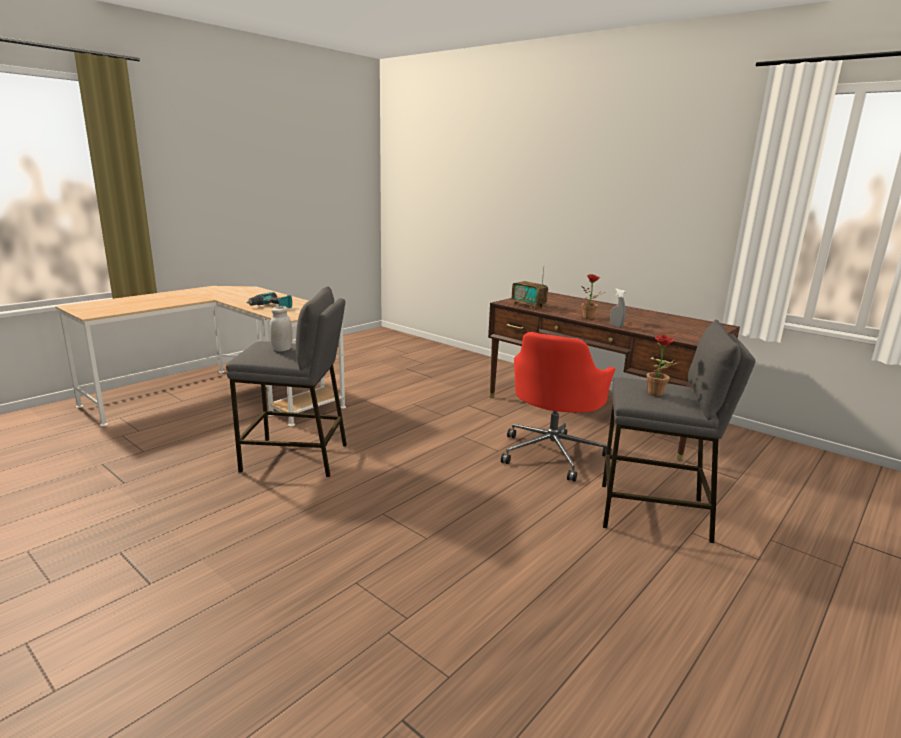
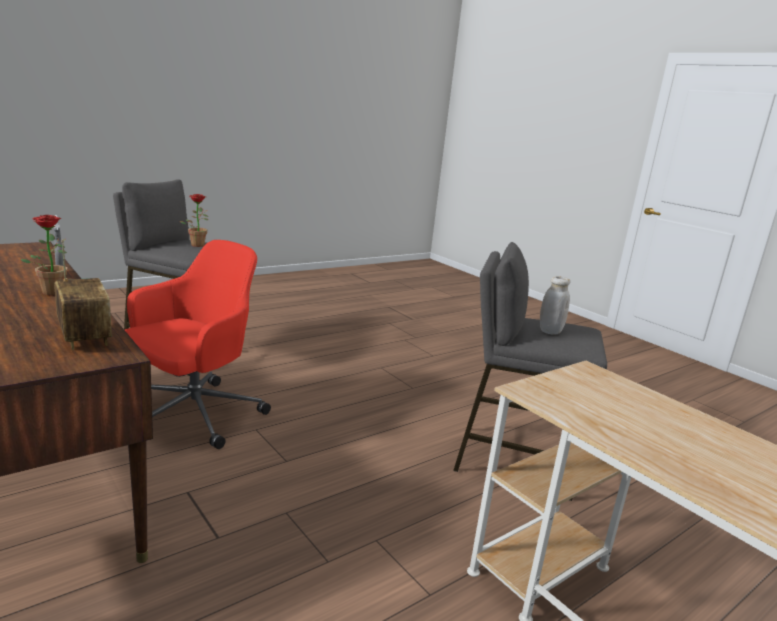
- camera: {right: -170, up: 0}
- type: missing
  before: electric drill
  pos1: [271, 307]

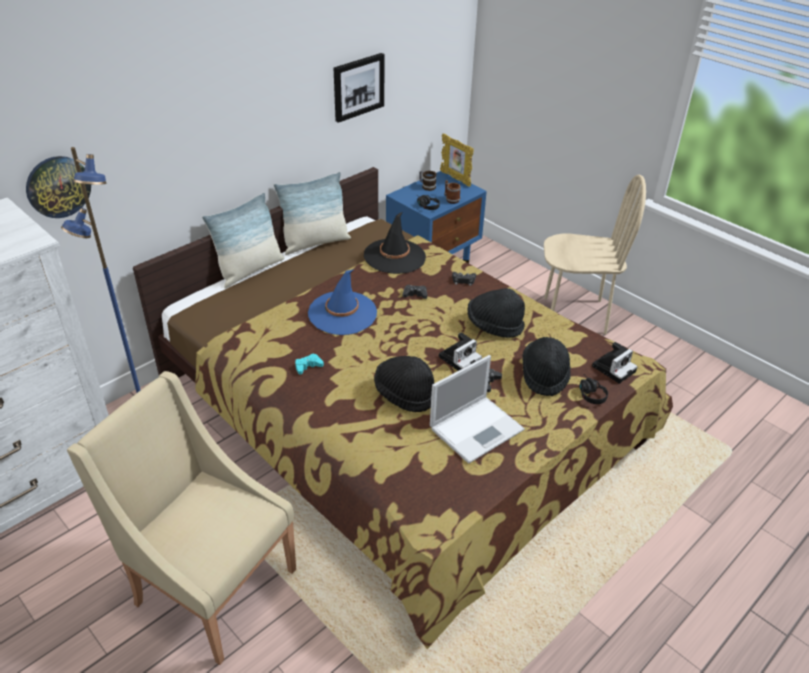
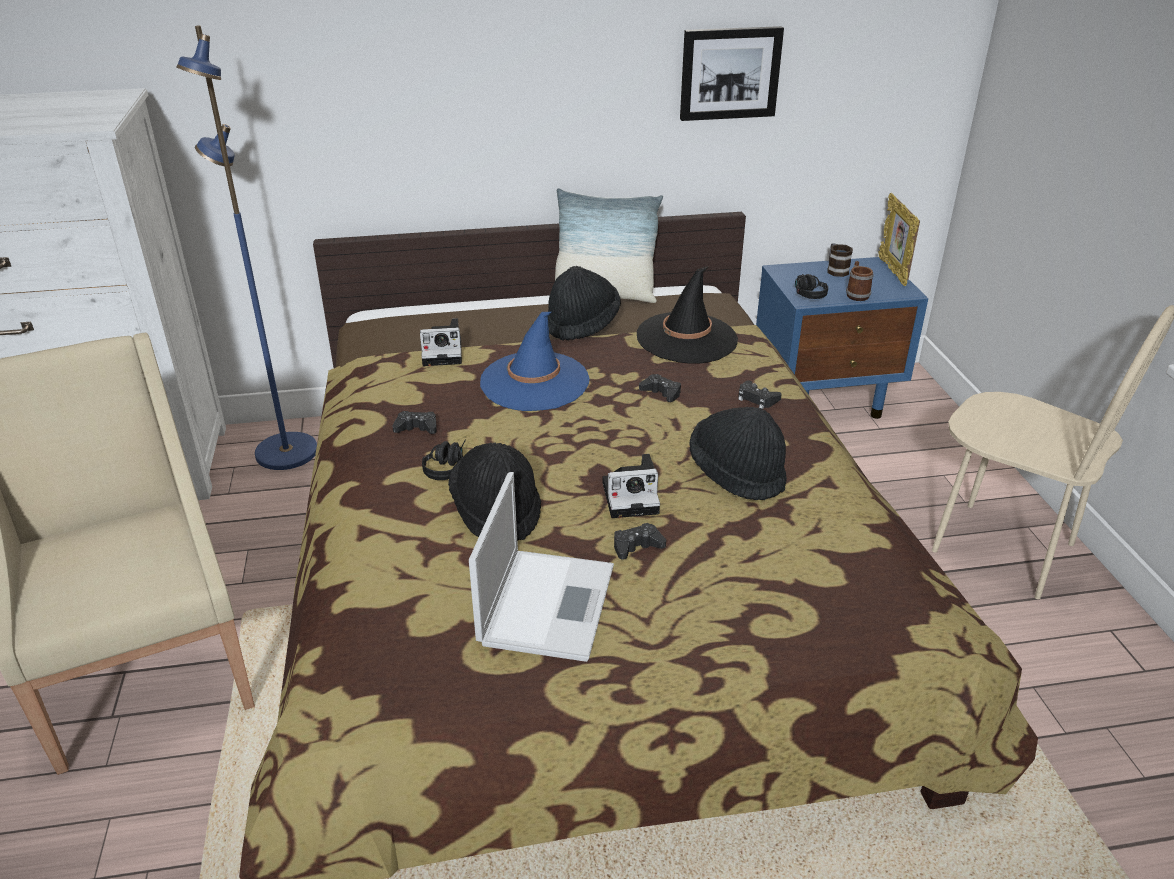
- camera: {right: 35, up: -5}
- type: missing
  before: hanging clock
  pos1: [58, 186]
- type: missing
  before: pillow
  pos1: [250, 270]
- type: colour
  before: blue-green joypad
  after: black-coloured joypad
  pos1: [308, 366]
  pos2: [417, 428]
- type: spun
  before: portable computer
  pos1: [477, 428]
  pos2: [547, 602]
  turn: -75
- type: relocated
  before: black-coloured hat
  pos1: [544, 375]
  pos2: [582, 324]
- type: relocated
  before: black-coloured headset
  pos1: [589, 393]
  pos2: [447, 466]
- type: relocated
  before: photo camera
  pos1: [614, 368]
  pos2: [444, 352]

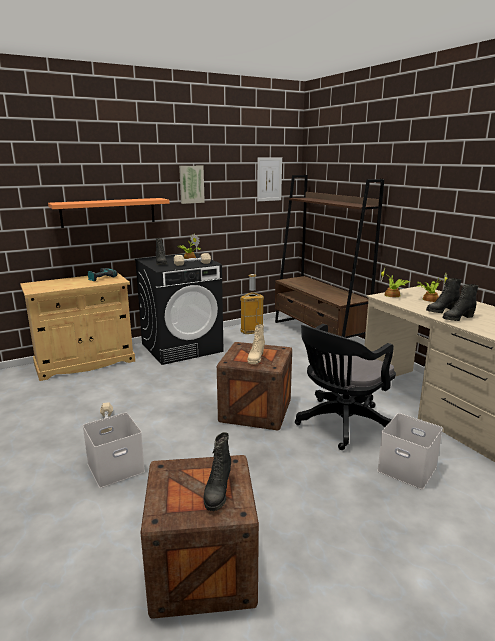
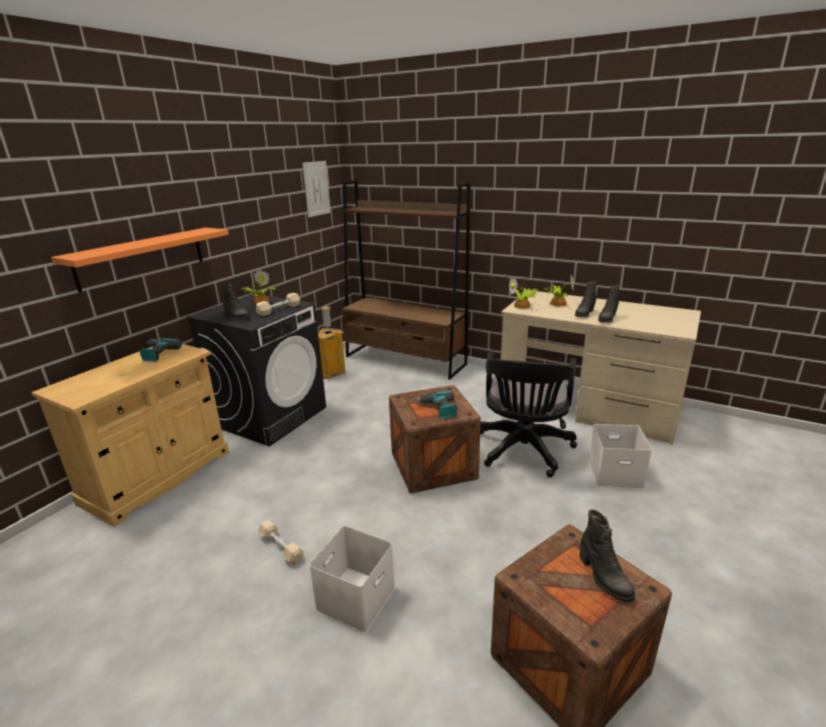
- camera: {right: -30, up: 5}
- type: missing
  before: wall picture
  pos1: [191, 184]
- type: exchanged
  before: beige boot
  after: electric drill
  pos1: [255, 359]
  pos2: [439, 409]

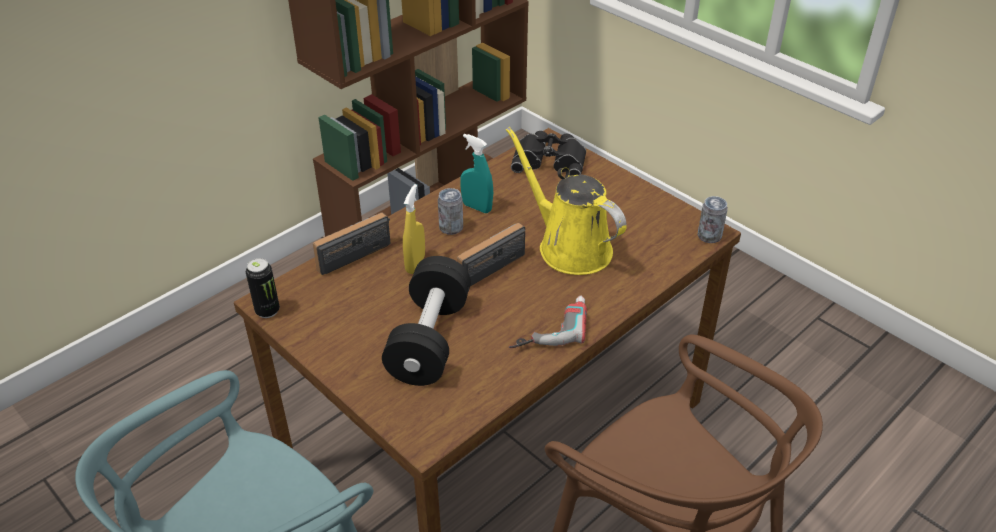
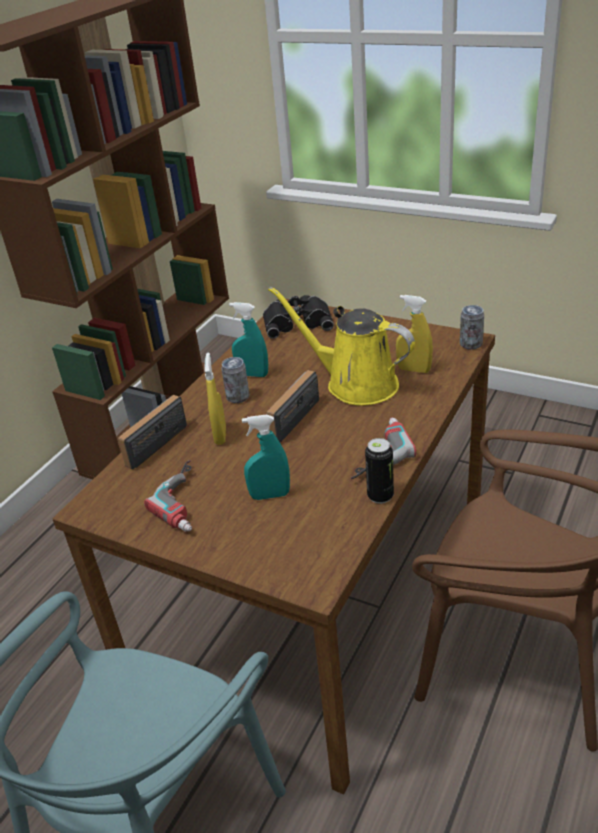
- camera: {right: -15, up: -5}
- type: relocated
  before: metal can
  pos1: [267, 311]
  pos2: [380, 496]
- type: exchanged
  before: black-coloured free weight
  after: blue-green sprayer
  pos1: [429, 340]
  pos2: [270, 495]
- type: appeared
  after: electric drill
  pos2: [189, 500]
- type: appeared
  after: yellow sprayer
  pos2: [414, 370]

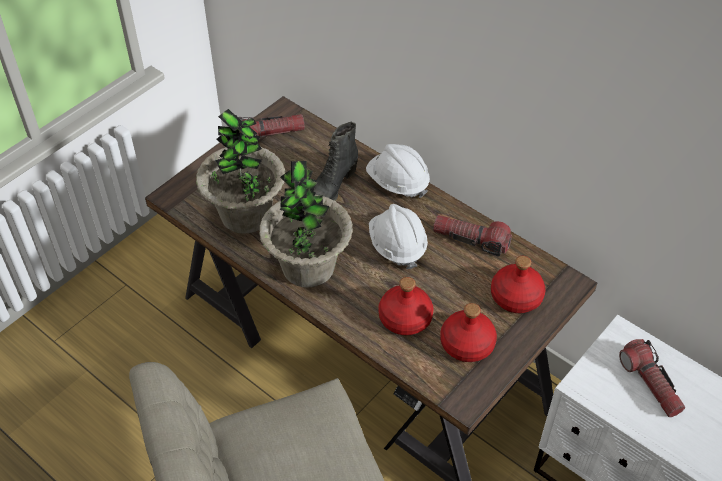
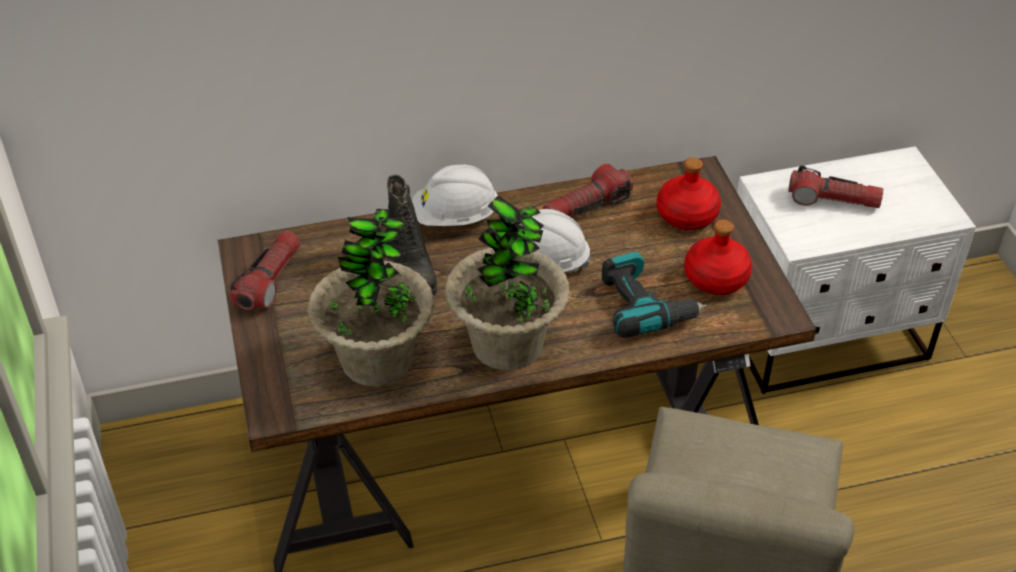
- camera: {right: -55, up: -5}
- type: exchanged
  before: reddish beverage bottle
  after: electric drill
  pos1: [404, 318]
  pos2: [645, 305]

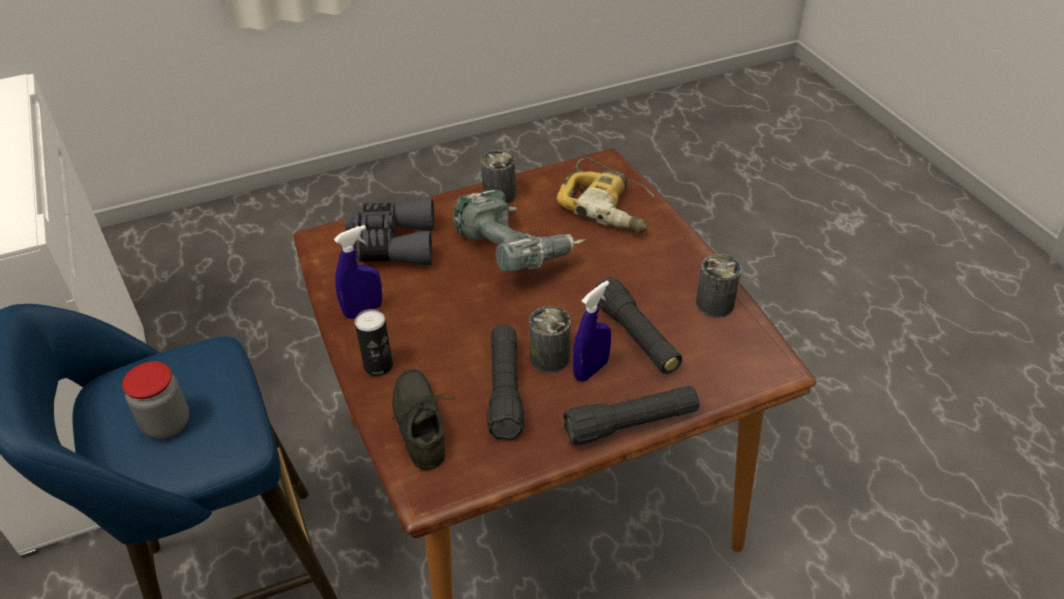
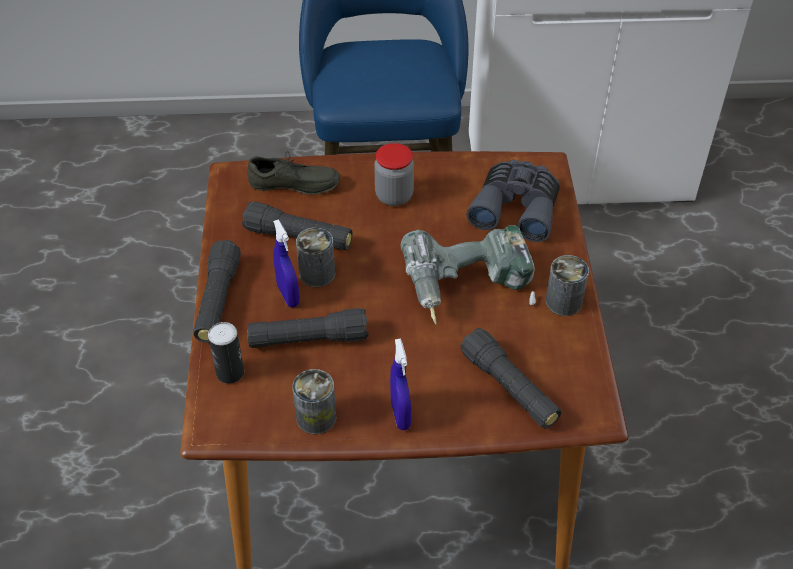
- camera: {right: 110, up: 5}
- type: relocated
  before: jar
  pos1: [167, 424]
  pos2: [394, 196]
- type: relocated
  before: bluish sprayer
  pos1: [363, 310]
  pos2: [400, 414]
- type: relocated
  before: metal can
  pos1: [378, 366]
  pos2: [230, 372]
- type: exchanged
  before: electric drill
  after: black-coloured hand torch
  pos1: [609, 206]
  pos2: [509, 388]

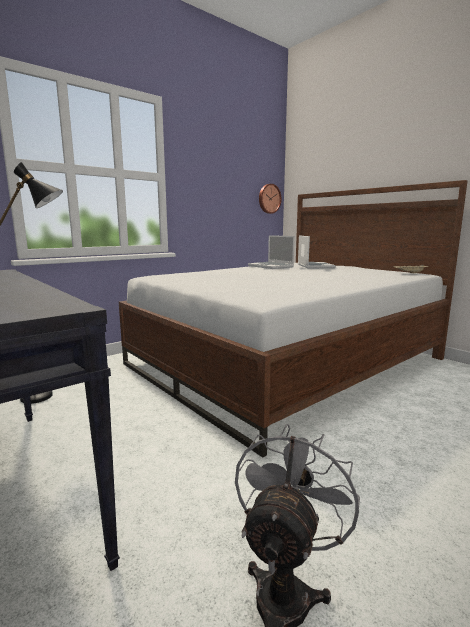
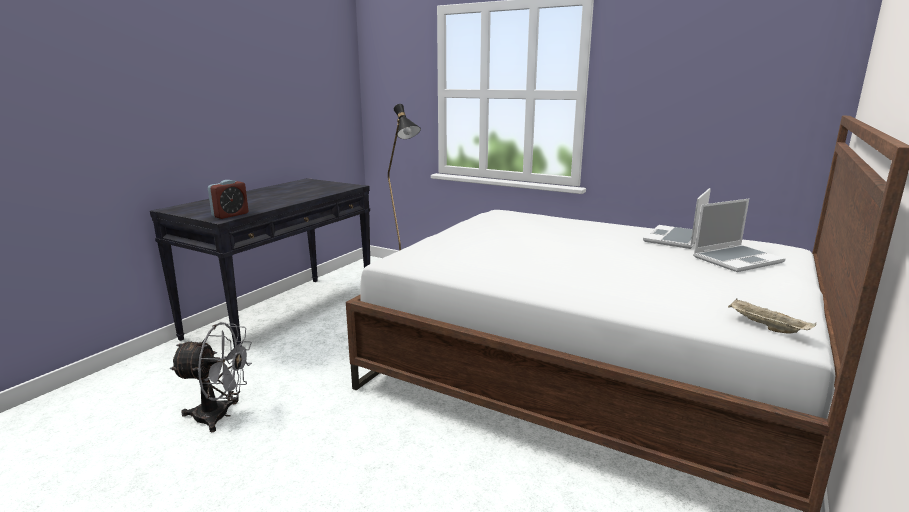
- camera: {right: 70, up: 5}
- type: missing
  before: hanging clock
  pos1: [269, 198]
- type: appeared
  after: bedside clock
  pos2: [230, 215]

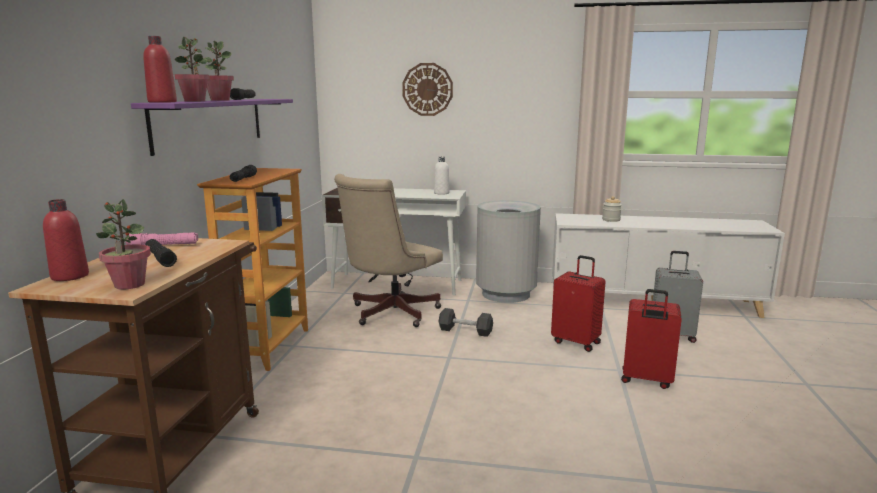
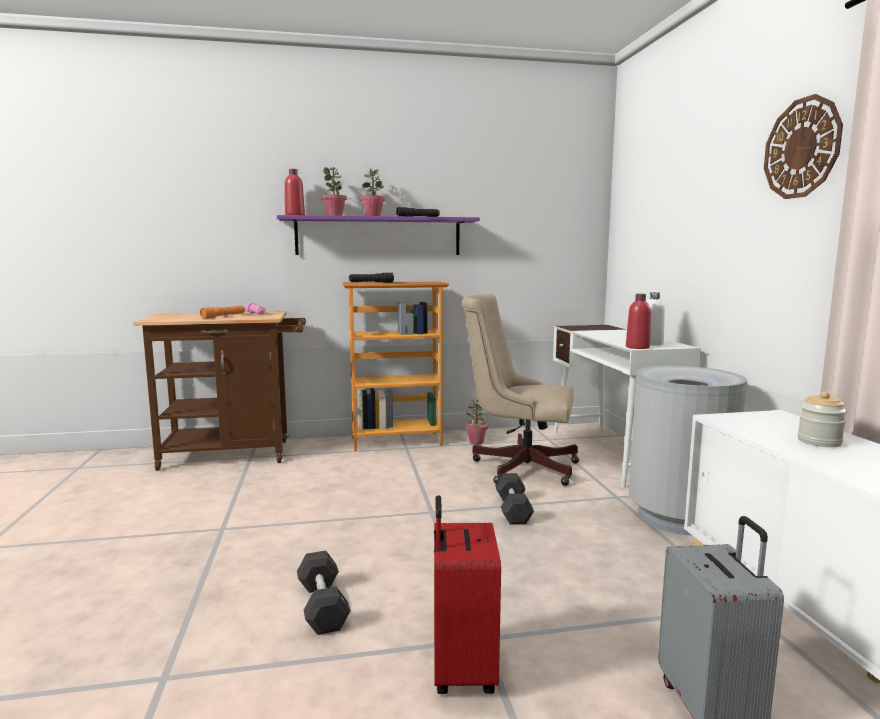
- camera: {right: 70, up: -5}
- type: relocated
  before: reddish beverage bottle
  pos1: [70, 276]
  pos2: [637, 347]
- type: relocated
  before: plant in a pot
  pos1: [129, 285]
  pos2: [476, 442]
- type: colour
  before: black-coloured hand torch
  after: orange-coloured hand torch
  pos1: [160, 258]
  pos2: [223, 316]
- type: relocated
  before: hanging clock
  pos1: [427, 89]
  pos2: [802, 148]
- type: missing
  before: reddish piece of luggage
  pos1: [576, 342]
- type: appeared
  after: black-coloured free weight
  pos2: [322, 606]

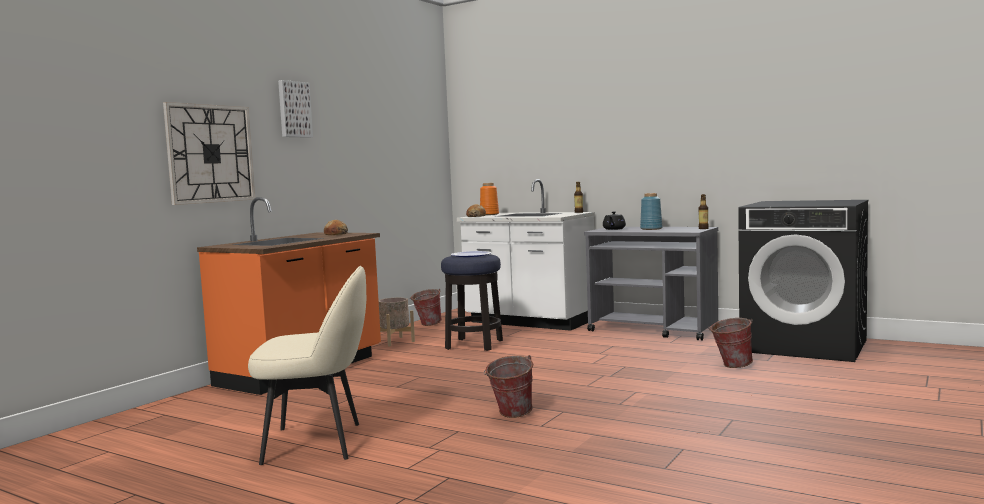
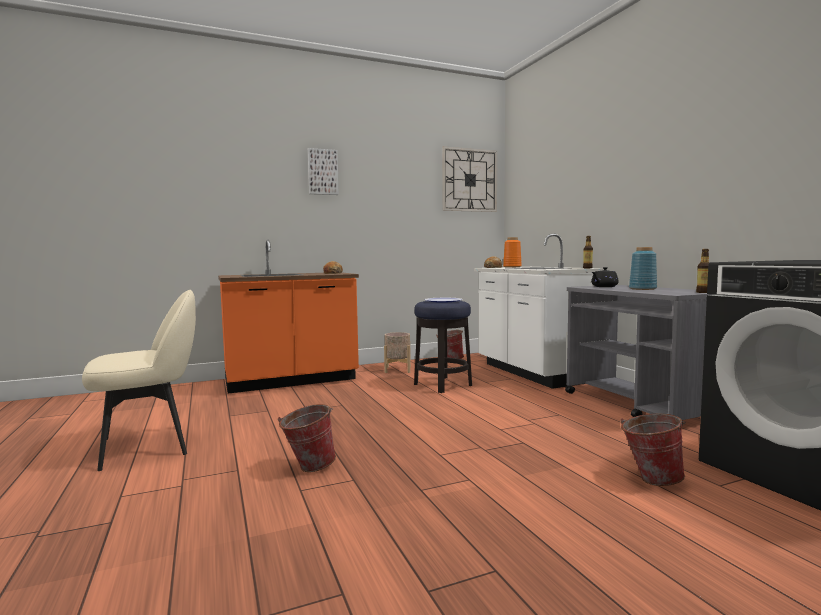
- camera: {right: 35, up: 0}
- type: relocated
  before: hanging clock
  pos1: [210, 153]
  pos2: [469, 180]
- type: spun
  before: beige plain chair
  pos1: [316, 443]
  pos2: [148, 445]
  turn: -60

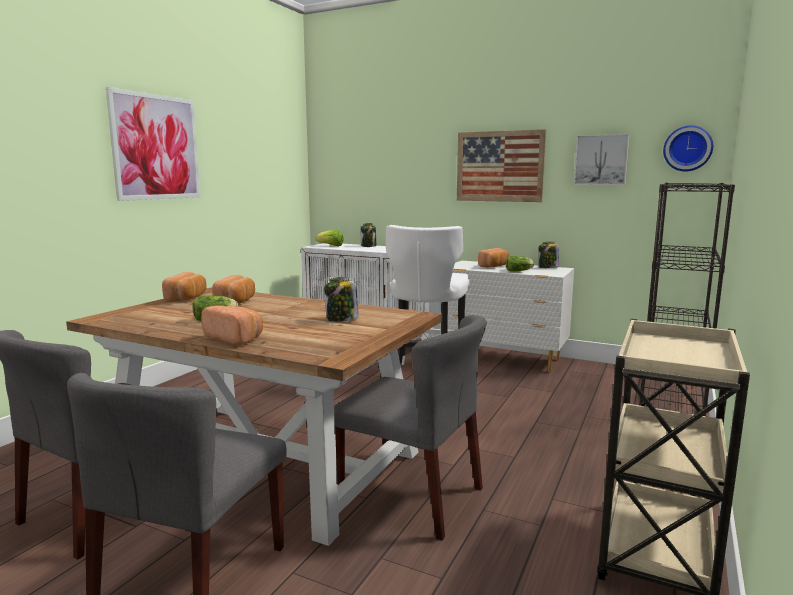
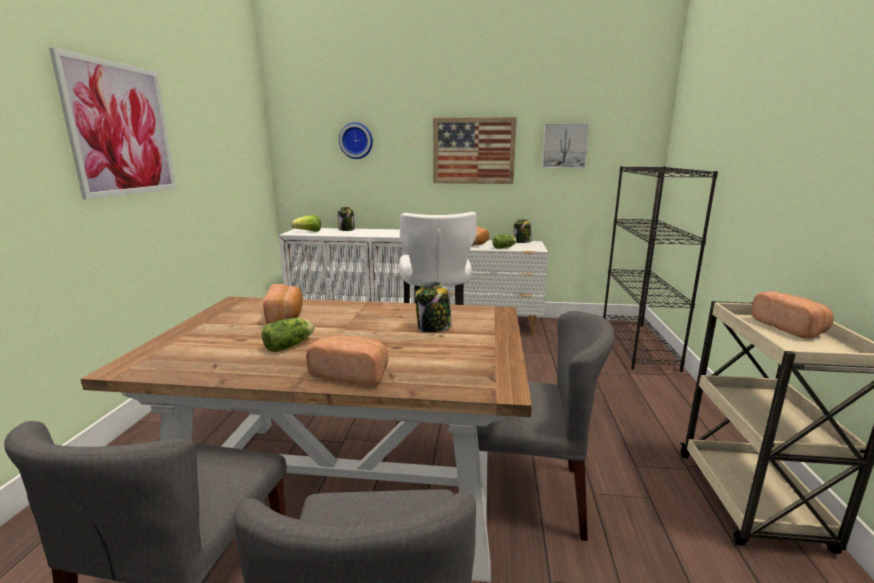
- camera: {right: -20, up: 5}
- type: relocated
  before: bakery bread
  pos1: [187, 298]
  pos2: [790, 328]
- type: relocated
  before: hanging clock
  pos1: [687, 148]
  pos2: [356, 140]

